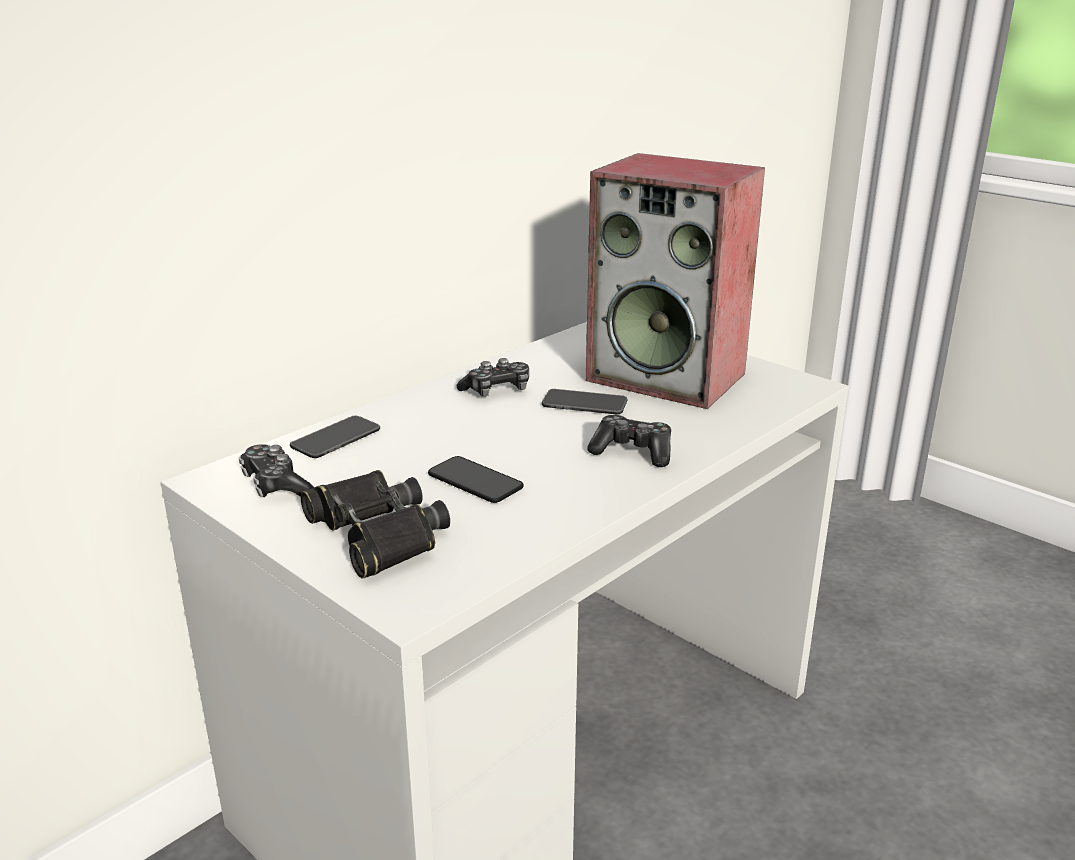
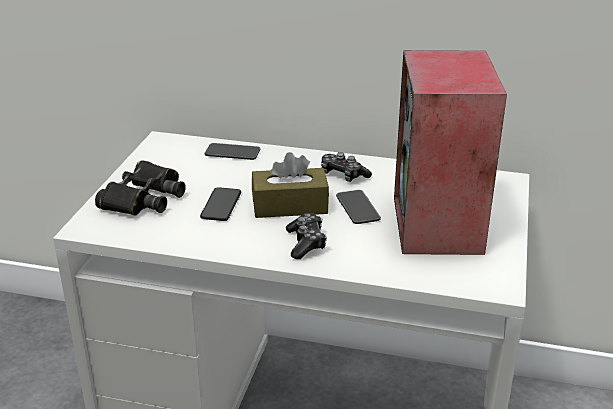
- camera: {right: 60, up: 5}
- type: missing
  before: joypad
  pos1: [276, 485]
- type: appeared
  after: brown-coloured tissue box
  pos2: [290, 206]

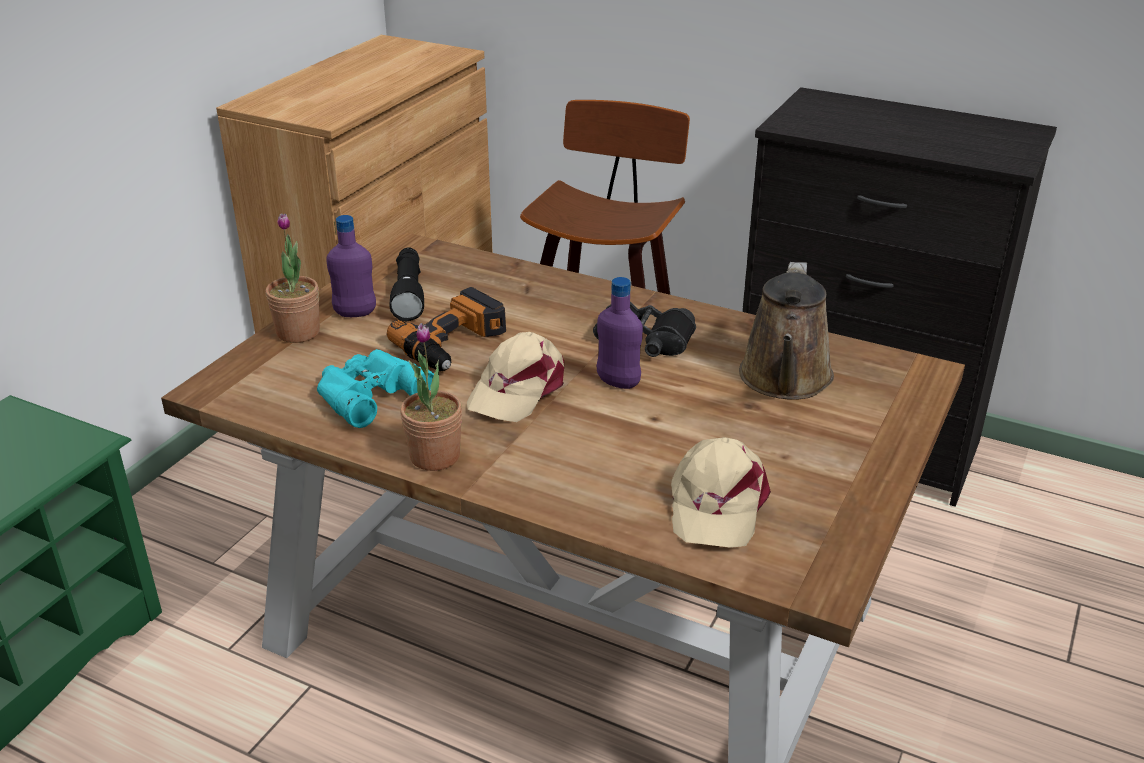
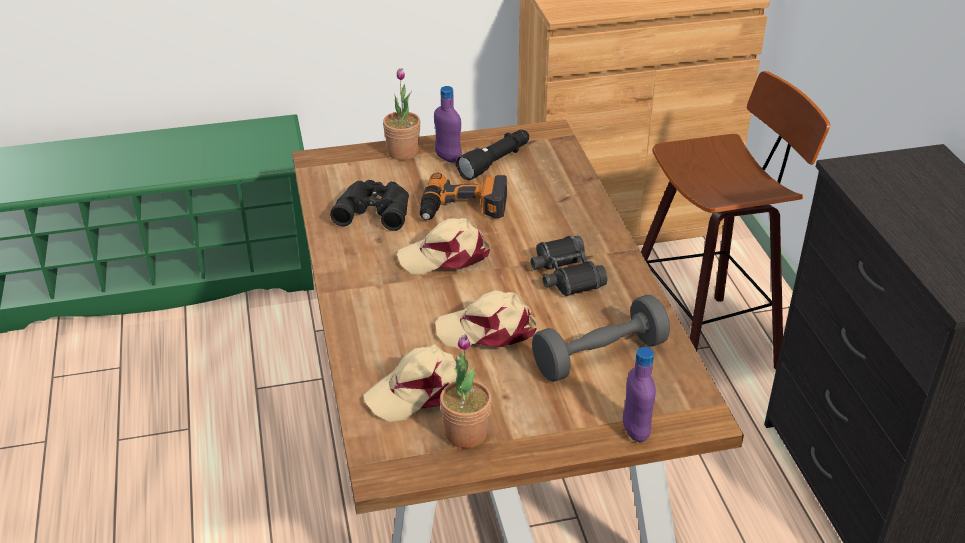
- camera: {right: 50, up: 5}
- type: colour
  before: blue-green pair of binoculars
  after: black-coloured pair of binoculars
  pos1: [368, 394]
  pos2: [374, 209]
- type: relocated
  before: plant in a pot
  pos1: [435, 456]
  pos2: [466, 433]
- type: relocated
  before: purplish beverage bottle
  pos1: [618, 383]
  pos2: [635, 431]
- type: exchanged
  before: brown-coloured watering pot
  after: gray free weight
  pos1: [785, 380]
  pos2: [599, 356]
- type: appeared
  after: beige baseball cap
  pos2: [488, 330]

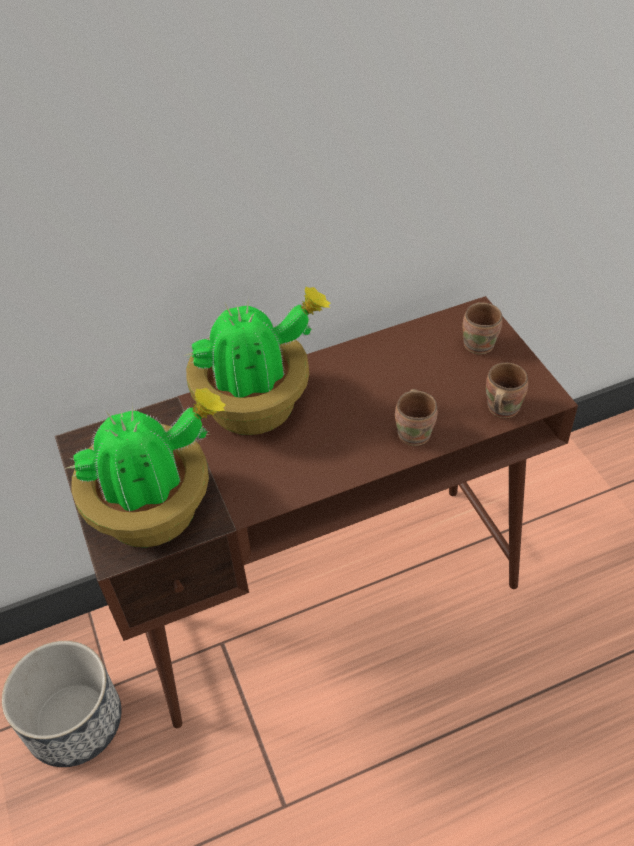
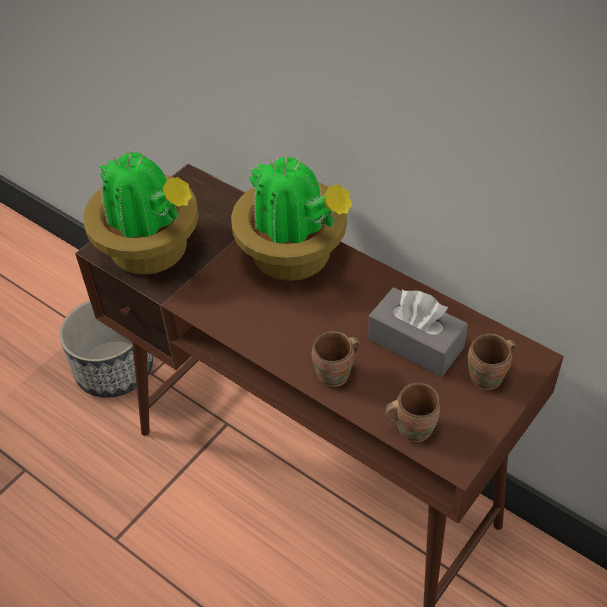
- camera: {right: 60, up: 0}
- type: appeared
  after: gray tissue box
  pos2: [416, 343]

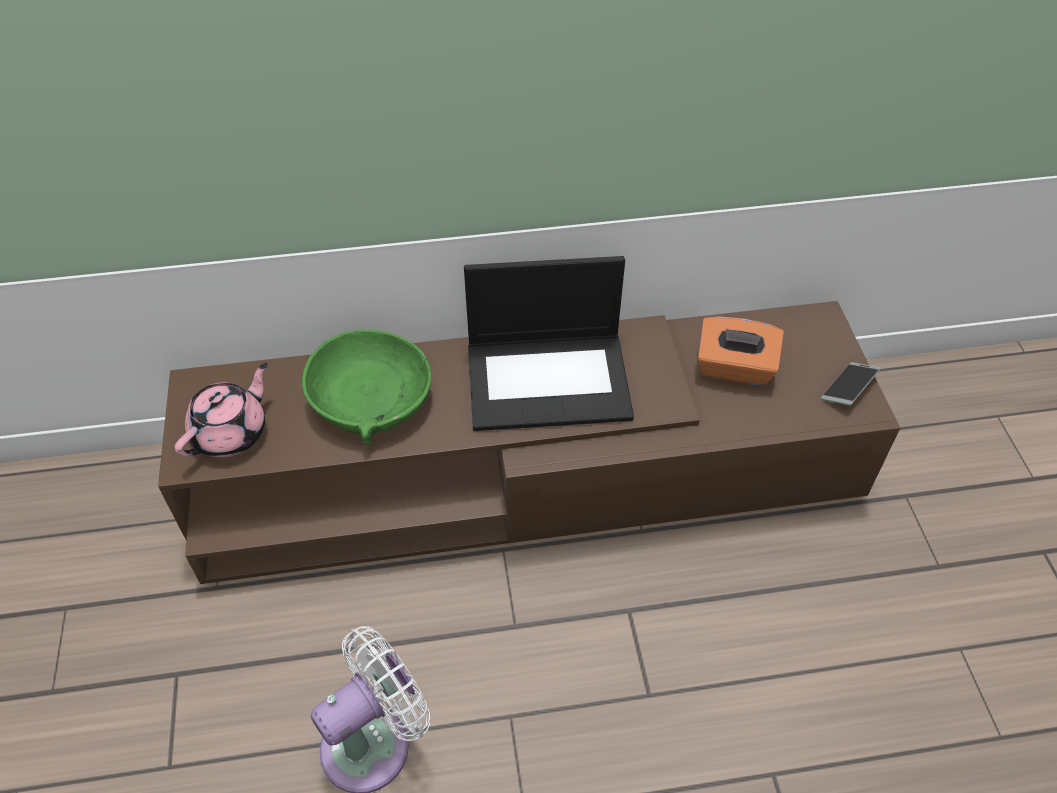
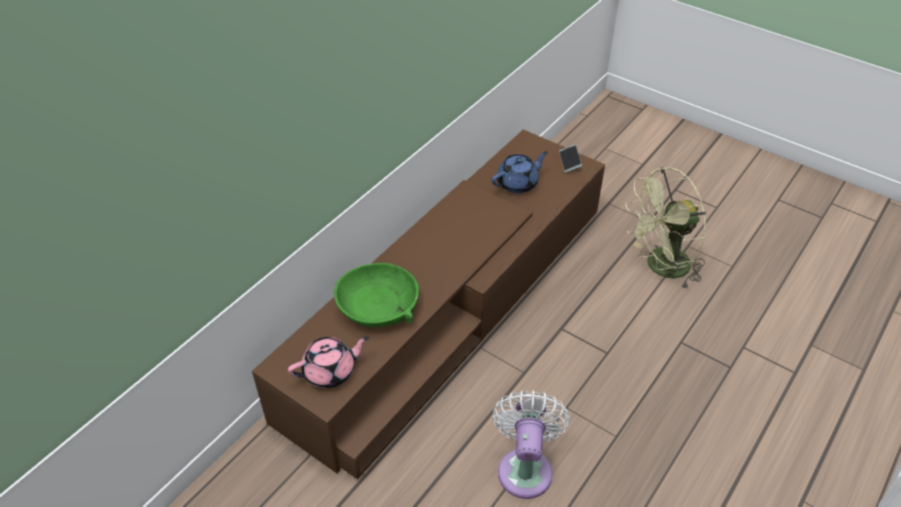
- camera: {right: -45, up: -5}
- type: spun
  before: pink tea pot
  pos1: [231, 432]
  pos2: [330, 371]
  turn: 75
- type: missing
  before: portable computer
  pos1: [550, 380]
- type: exchanged
  before: orange-coloured tissue box
  after: bluish tea pot
  pos1: [734, 368]
  pos2: [518, 183]
- type: appeared
  after: greenish cooling fan
  pos2: [660, 268]

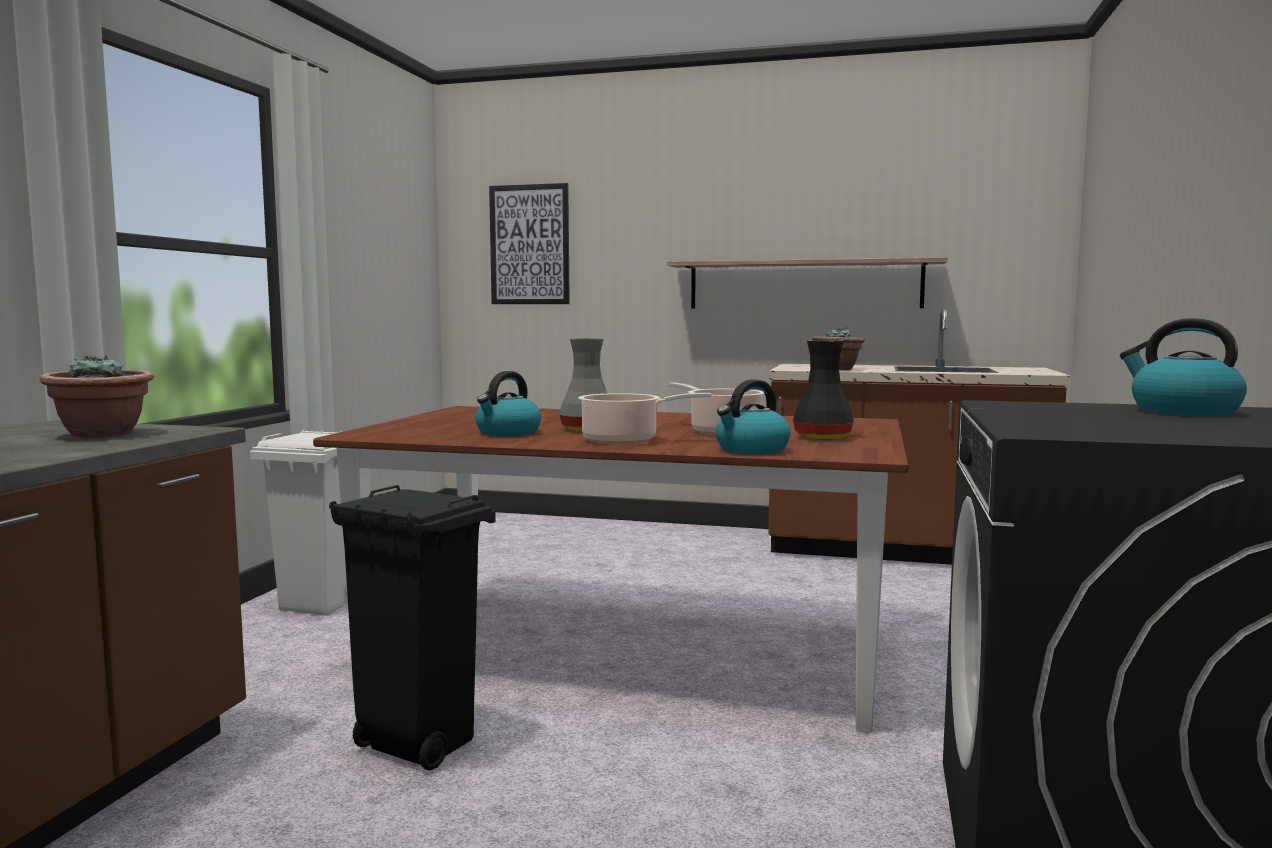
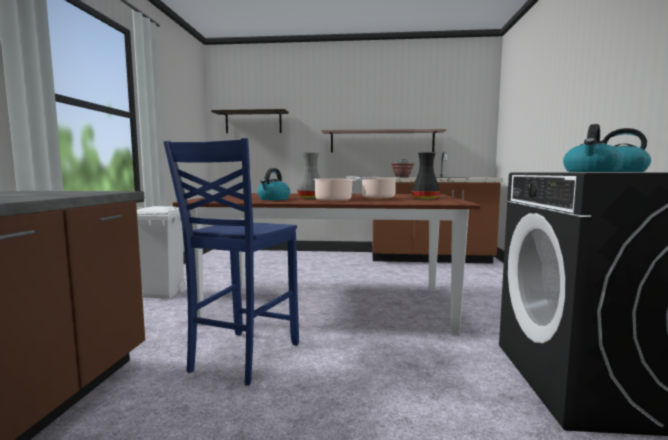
- camera: {right: -10, up: 0}
- type: missing
  before: plant in a pot
  pos1: [103, 434]
- type: exchanged
  before: black-coloured rubbish bin
  after: bluish plain chair
  pos1: [416, 745]
  pos2: [242, 357]
- type: exchanged
  before: wall picture
  after: bracket shelf
  pos1: [529, 245]
  pos2: [253, 122]
- type: relocated
  before: water kettle
  pos1: [751, 450]
  pos2: [591, 172]

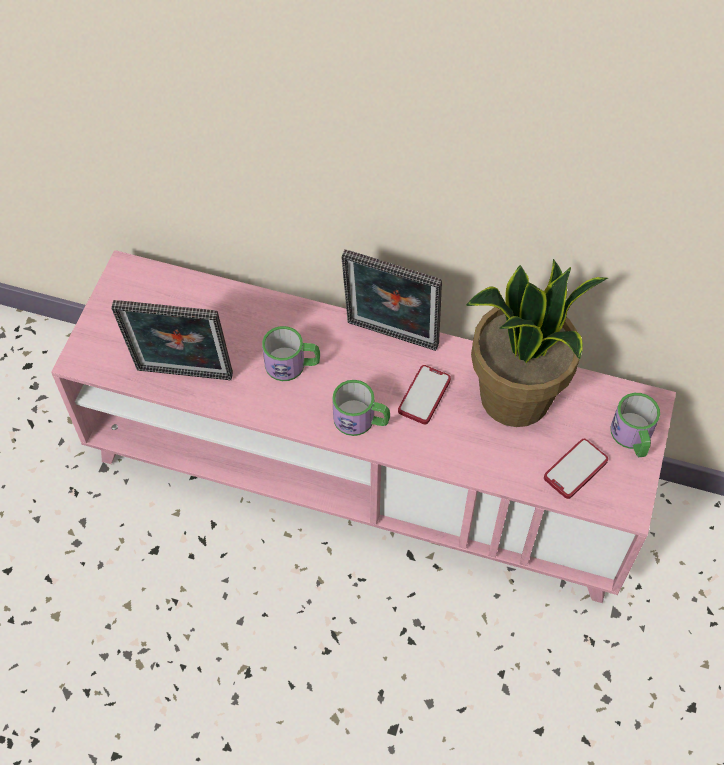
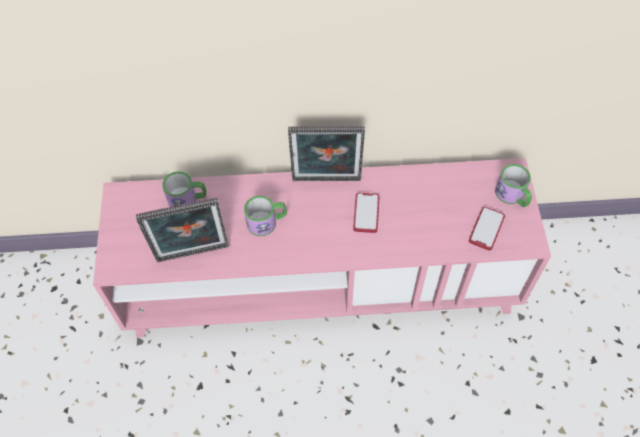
- camera: {right: -20, up: 0}
- type: relocated
  before: coffee mug
  pos1: [361, 420]
  pos2: [187, 199]
- type: missing
  before: plant in a pot
  pos1: [515, 398]

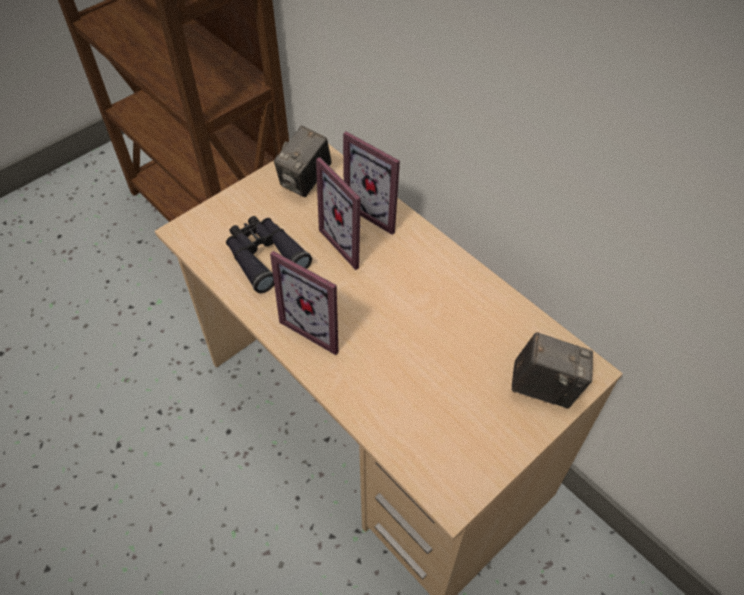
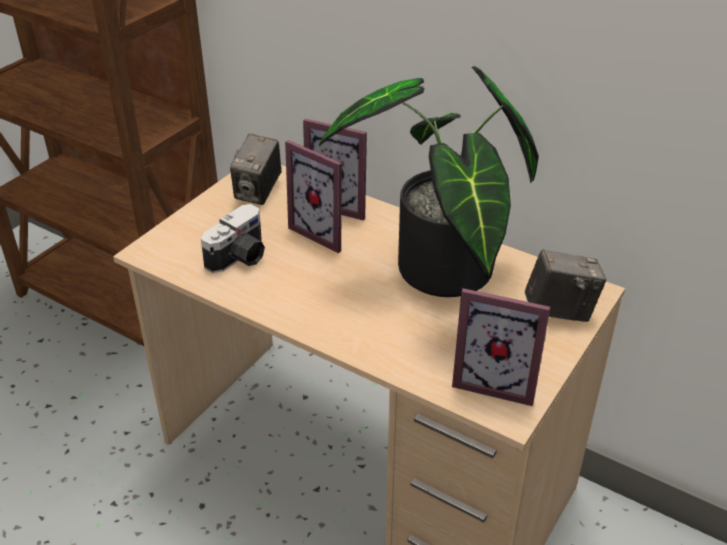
- camera: {right: -15, up: -15}
- type: exchanged
  before: black-coloured pair of binoculars
  after: photo camera
  pos1: [264, 256]
  pos2: [240, 258]
- type: relocated
  before: standing frame
  pos1: [319, 324]
  pos2: [496, 380]
- type: appeared
  after: plant in a pot
  pos2: [441, 276]

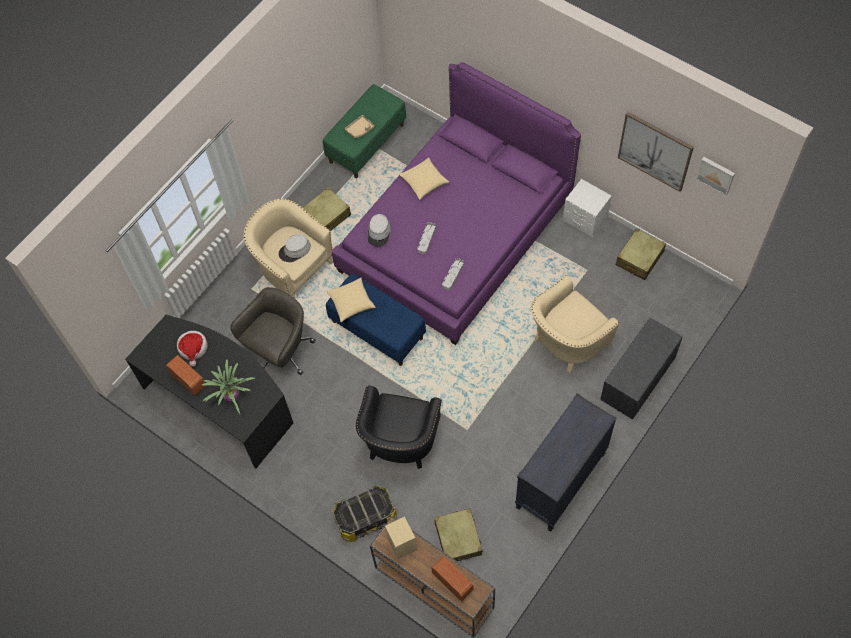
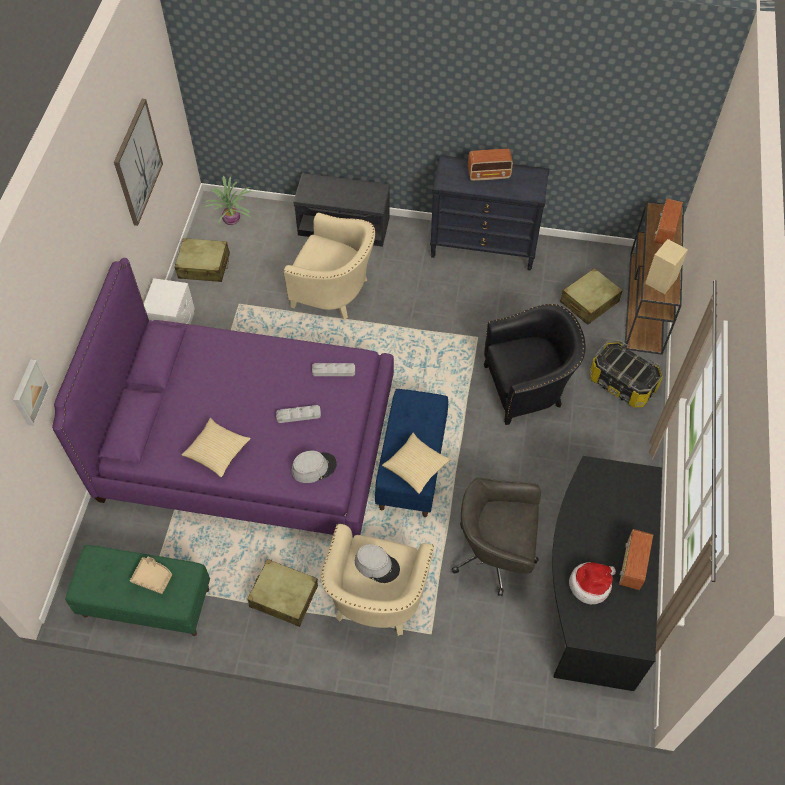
- camera: {right: -120, up: -5}
- type: relocated
  before: plant in a pot
  pos1: [231, 397]
  pos2: [233, 220]
- type: relocated
  before: wall picture
  pos1: [716, 174]
  pos2: [29, 392]
- type: appeared
  after: radio
  pos2: [489, 174]

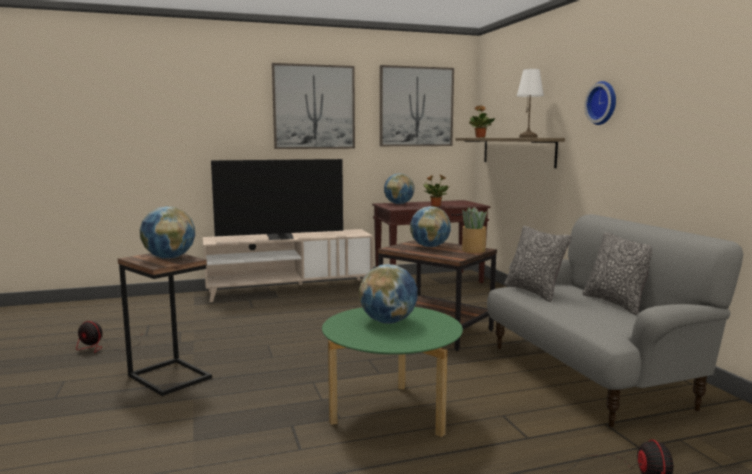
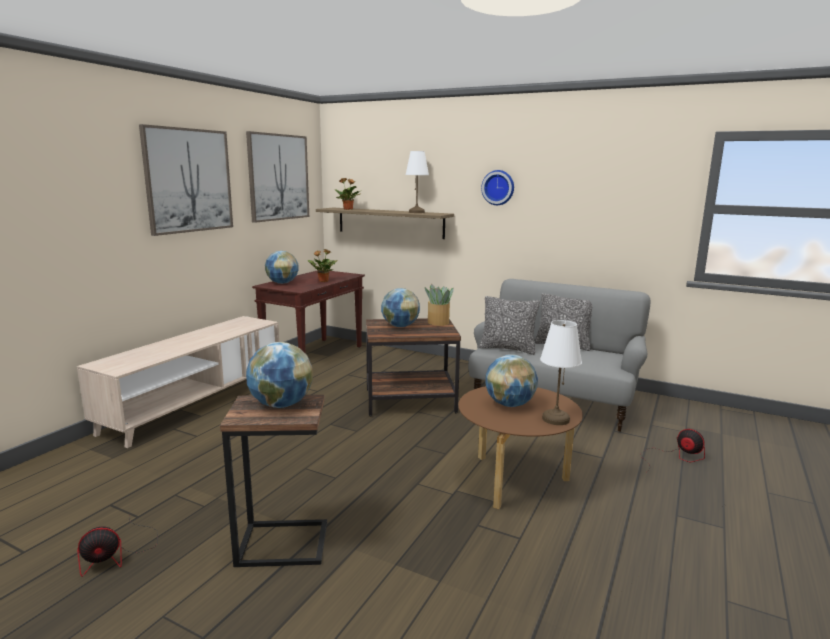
- camera: {right: -45, up: 5}
- type: missing
  before: TV set
  pos1: [281, 238]
- type: colour
  before: greenish coffee table
  after: brown-coloured coffee table
  pos1: [391, 413]
  pos2: [514, 480]
- type: appeared
  after: white-coloured table lamp
  pos2: [555, 419]

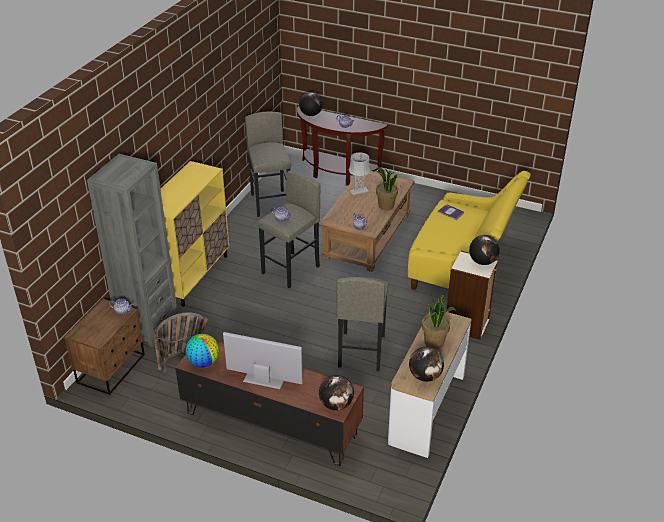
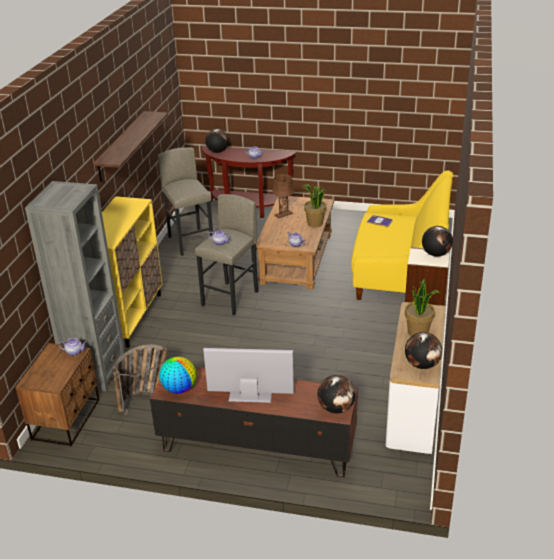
- camera: {right: -10, up: -5}
- type: missing
  before: gray stool
  pos1: [360, 351]
- type: colour
  before: gray table lamp
  after: brown-coloured table lamp
  pos1: [359, 191]
  pos2: [283, 214]
- type: appeared
  after: bracket shelf
  pos2: [121, 146]

